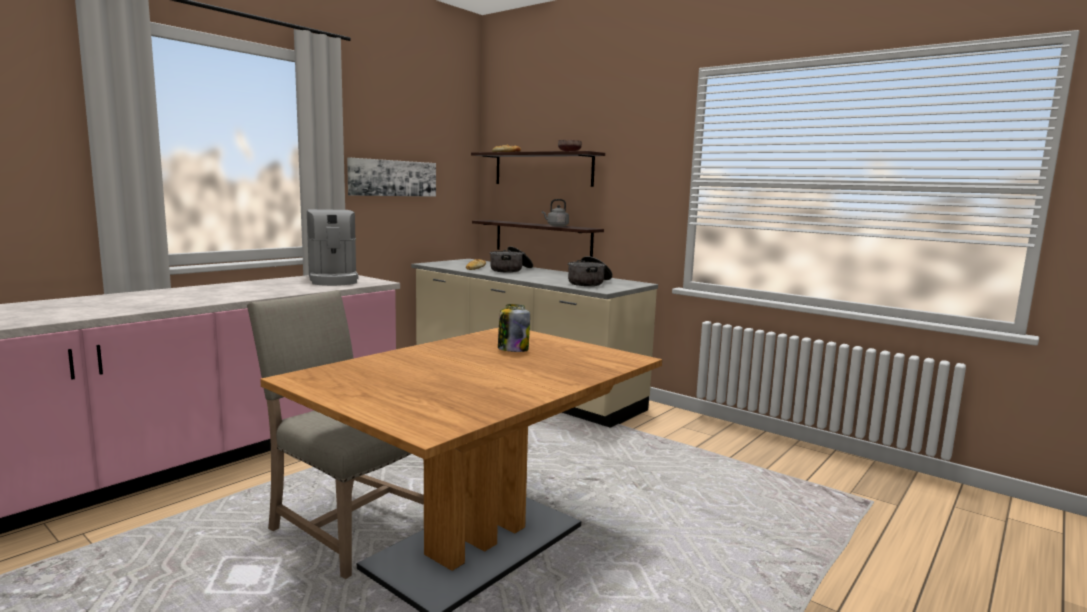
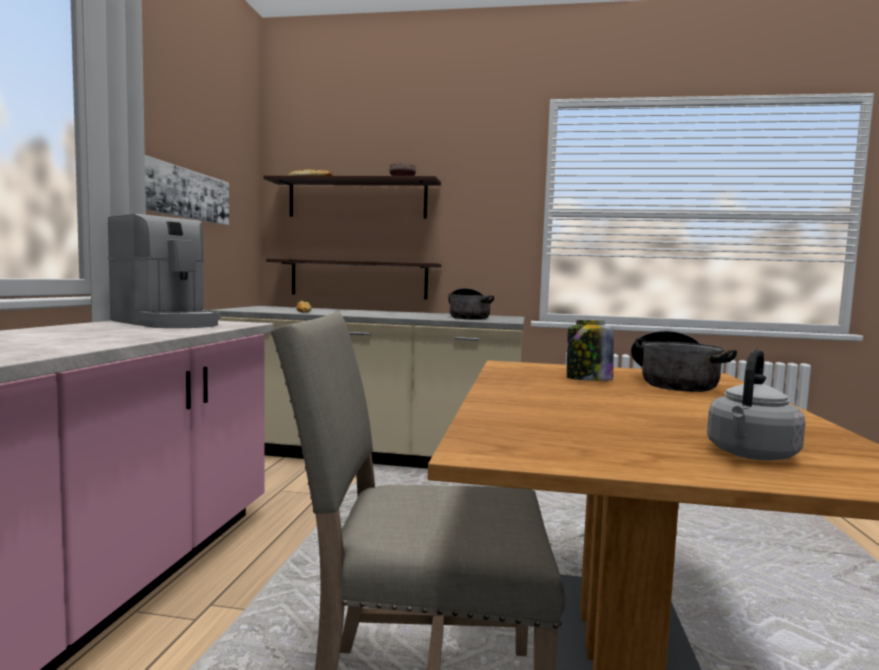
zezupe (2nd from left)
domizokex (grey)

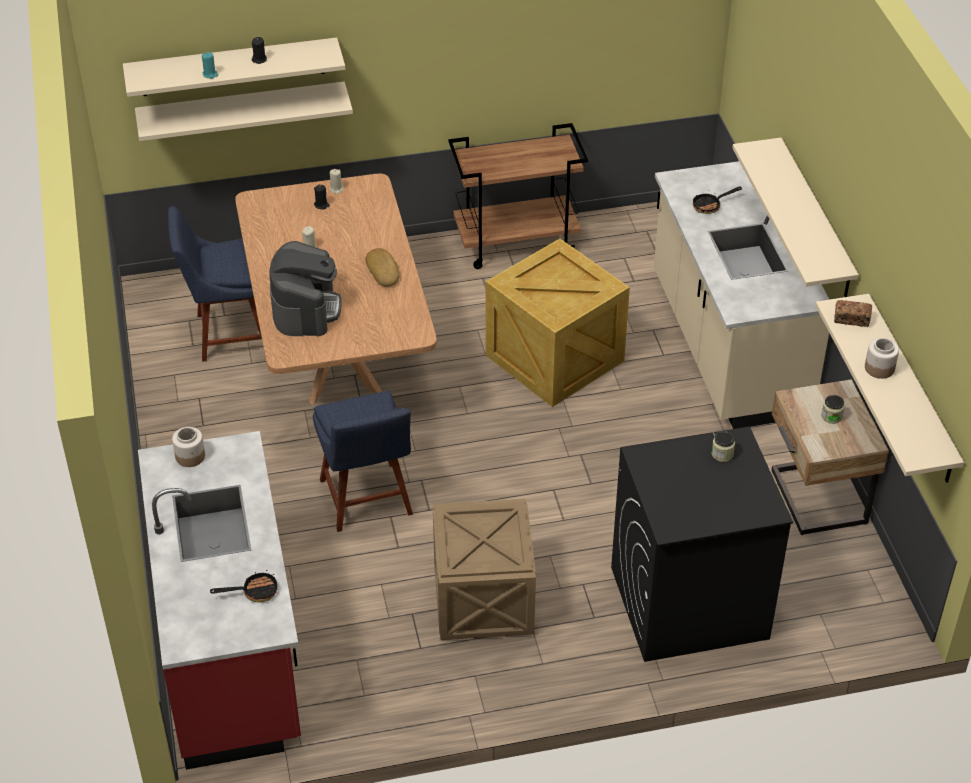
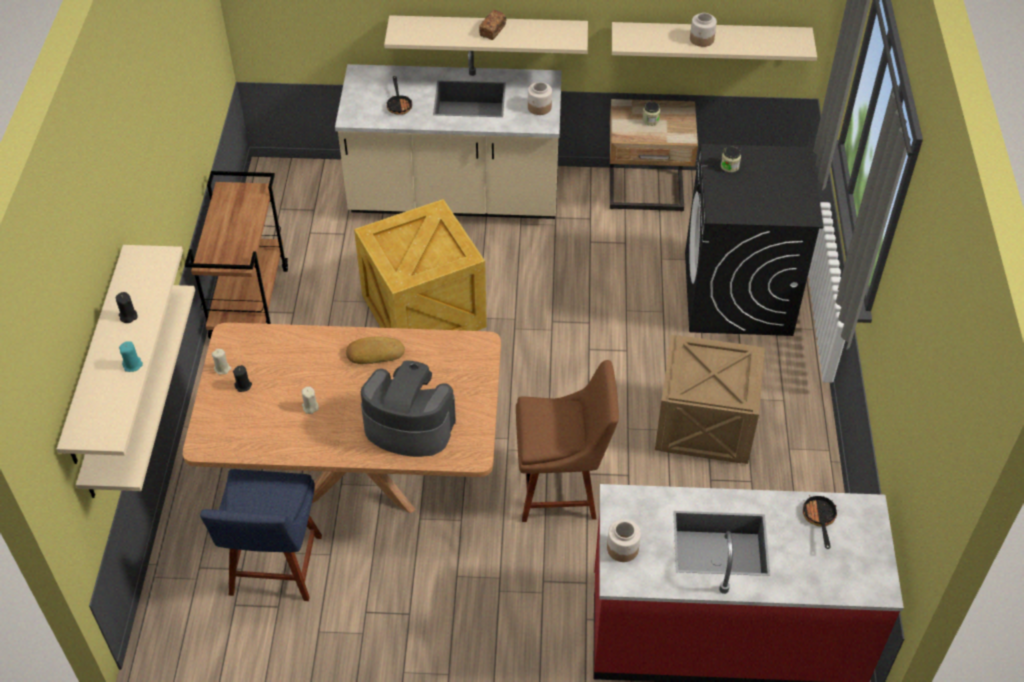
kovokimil (2nd from left)
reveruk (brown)
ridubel (1st from left)

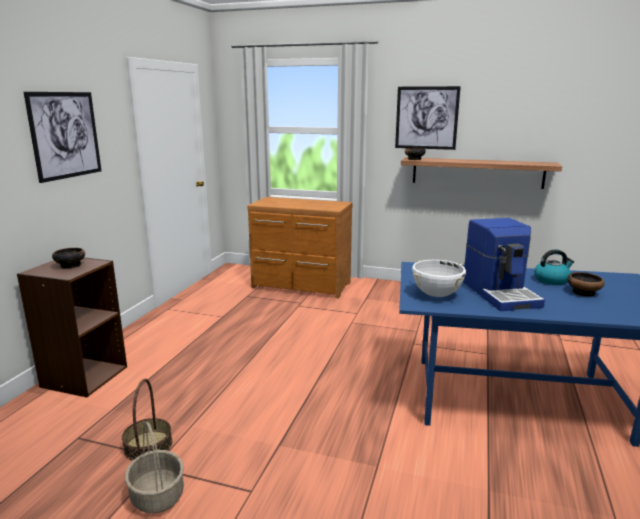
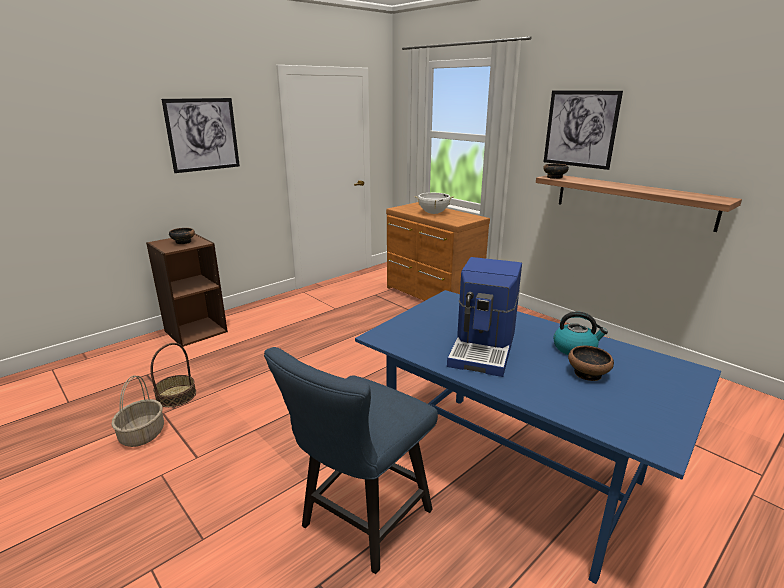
reveruk (blue)
zezupe (white)

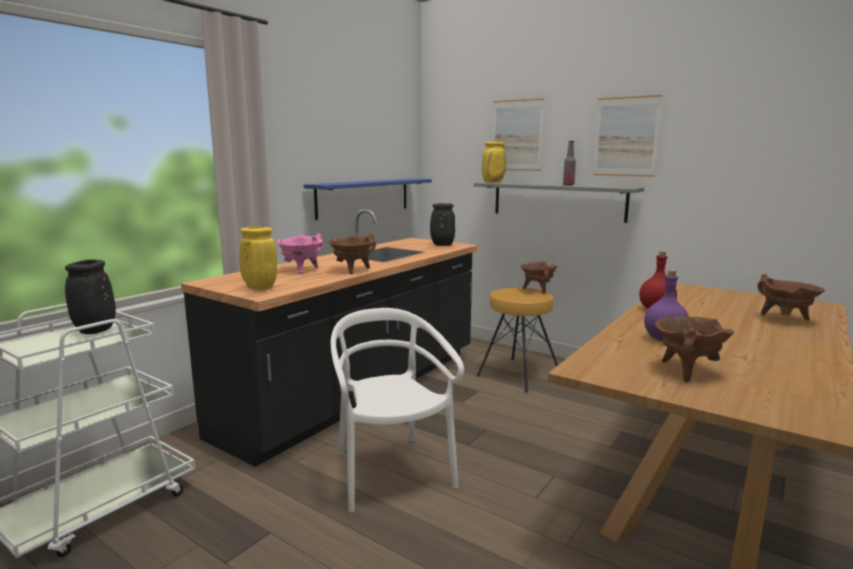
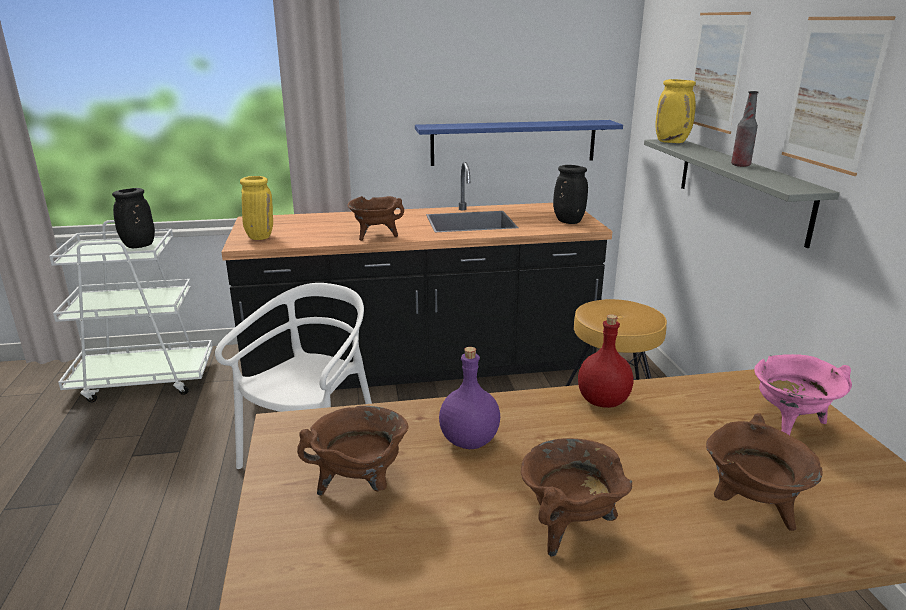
zezupe (brown) (3rd from left)
zezupe (pink)

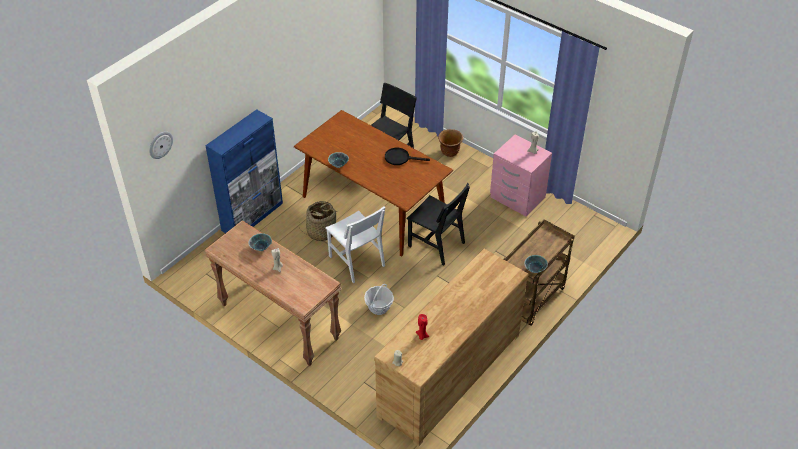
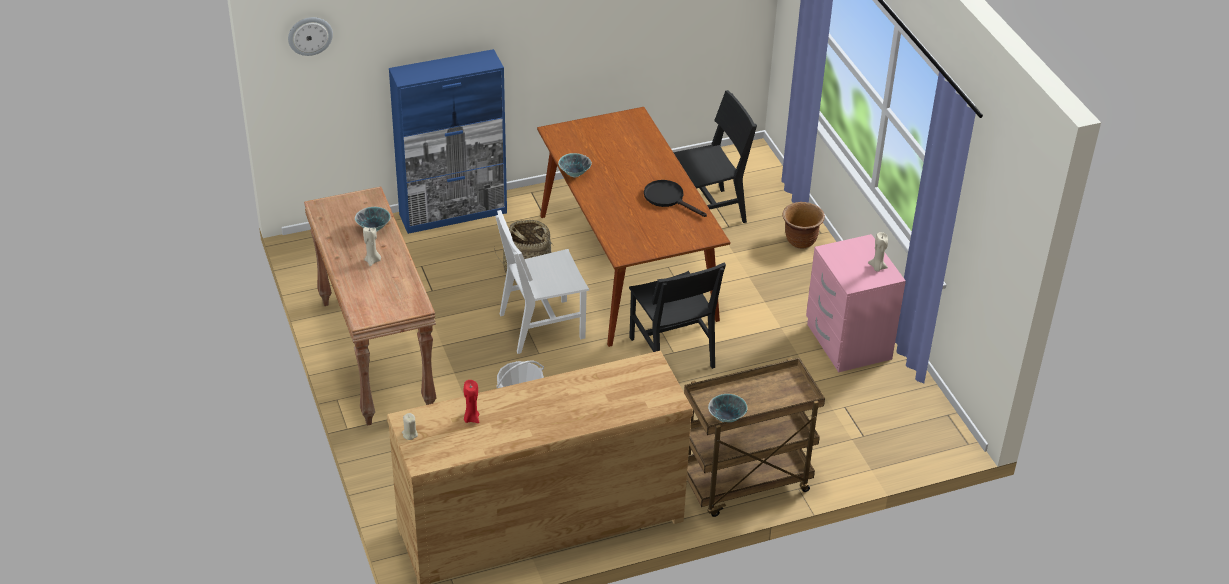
reveruk (white)

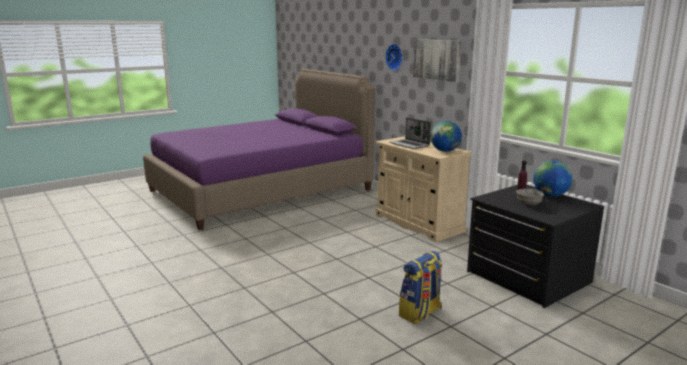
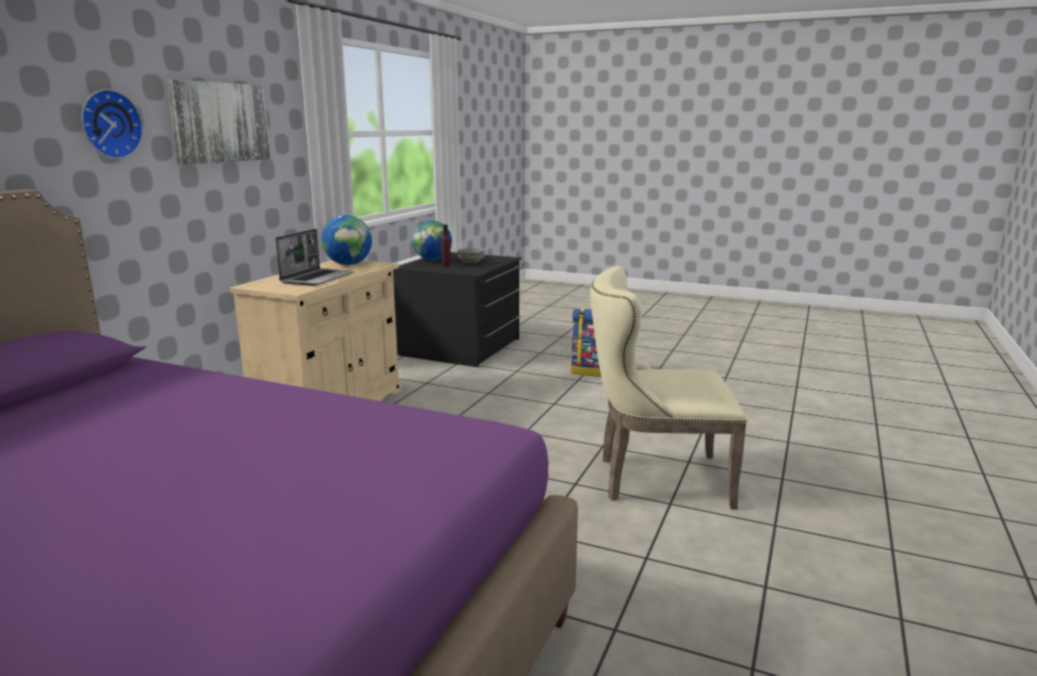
reveruk (beige)

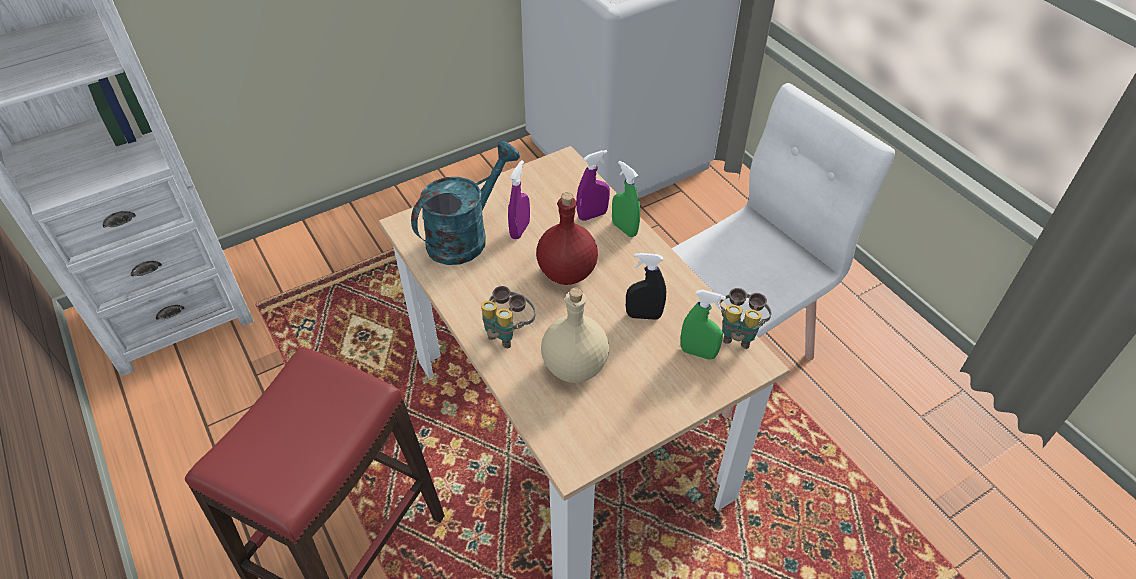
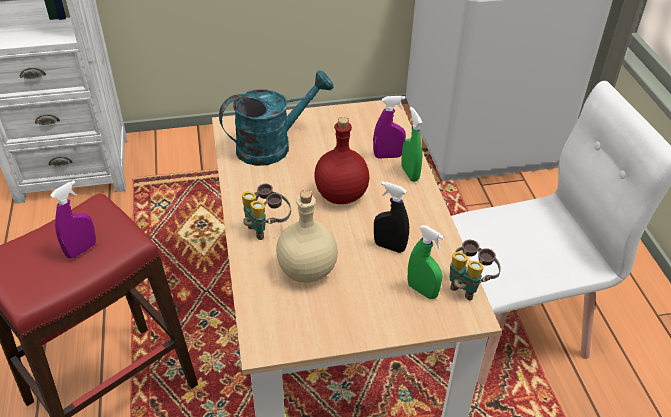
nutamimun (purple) (1st from left)

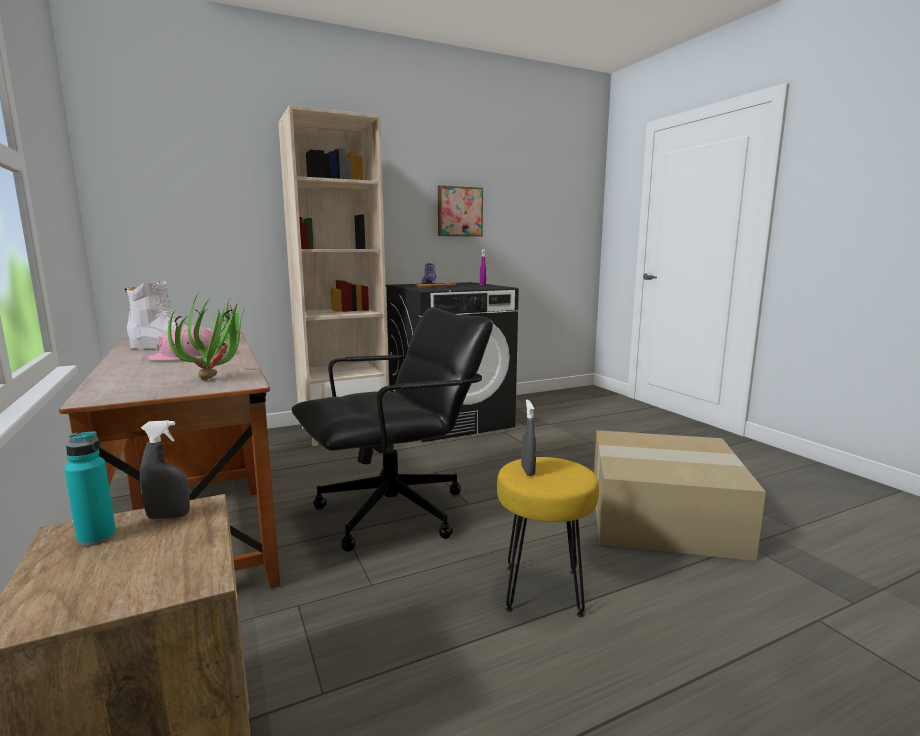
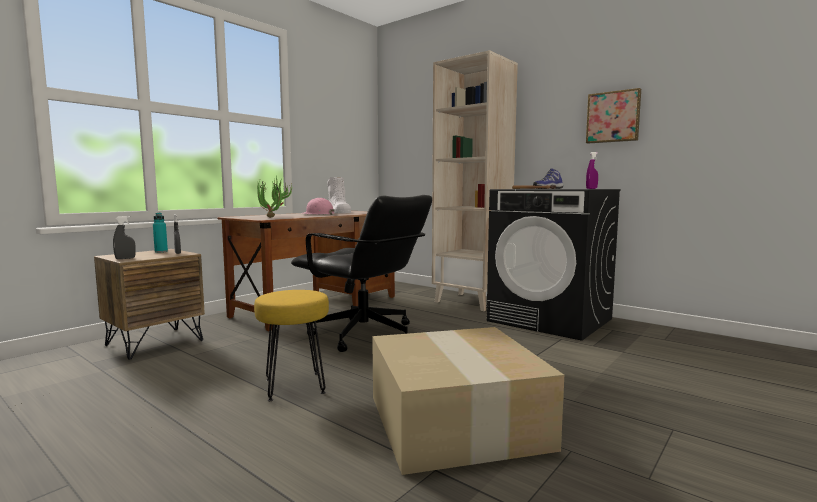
nutamimun (grey) (1st from left)

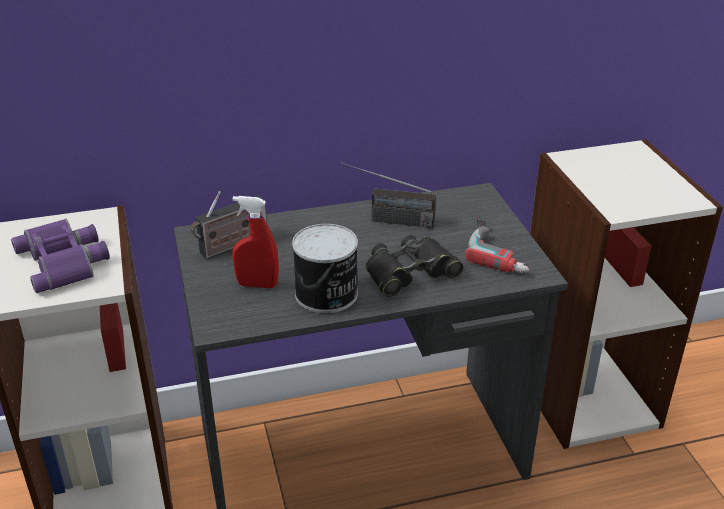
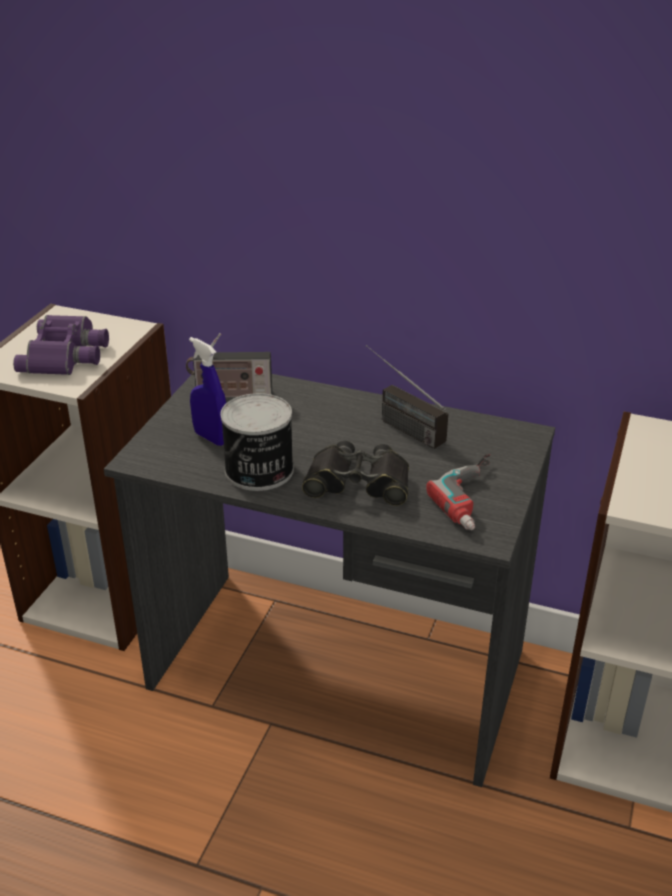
nutamimun (blue)

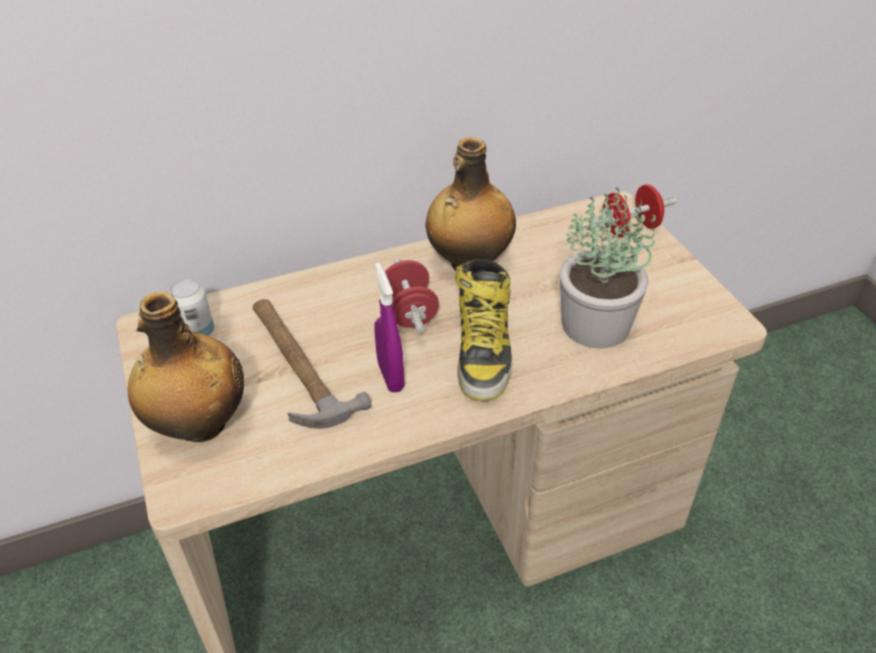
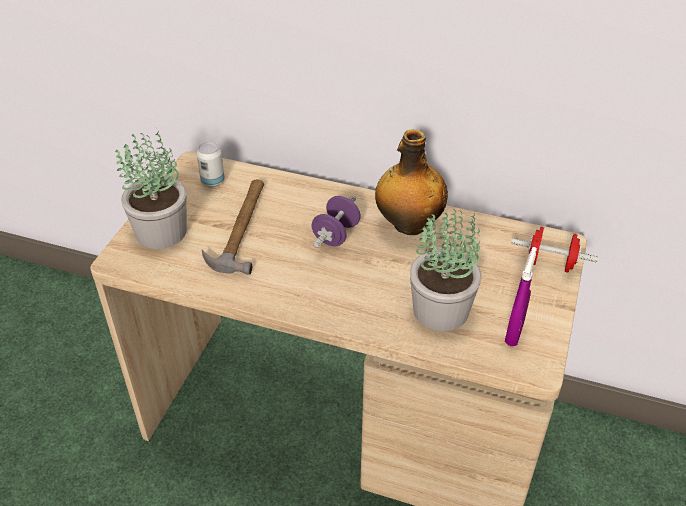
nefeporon (1st from left)
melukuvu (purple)
nutamimun (purple)
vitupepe

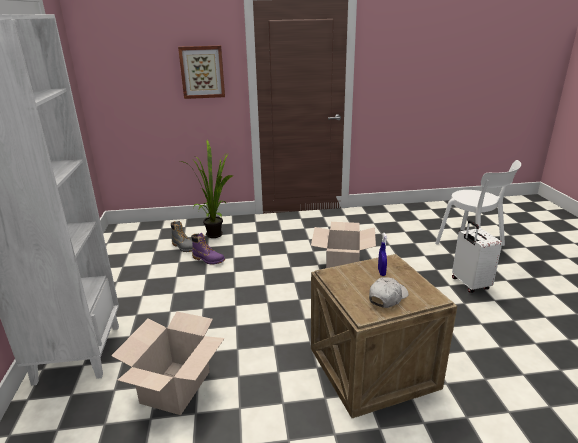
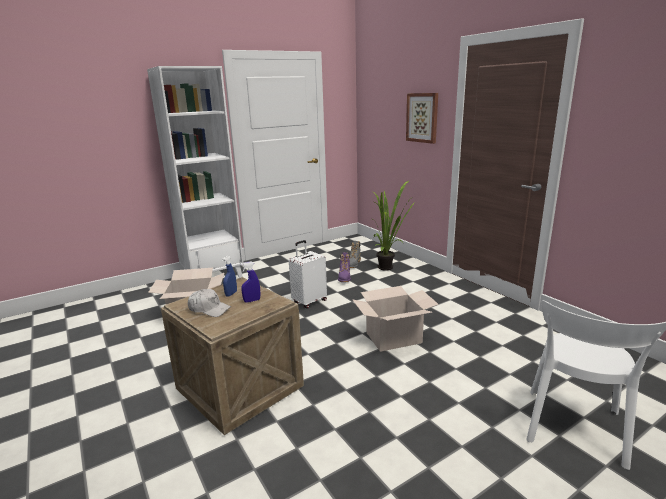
nutamimun (blue) (1st from left)
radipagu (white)

